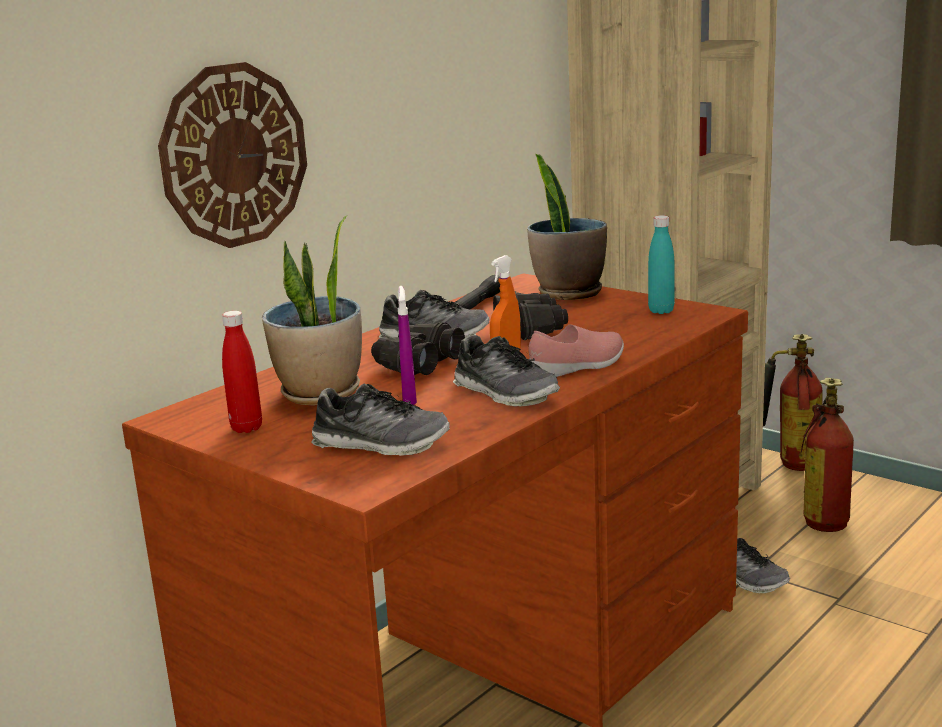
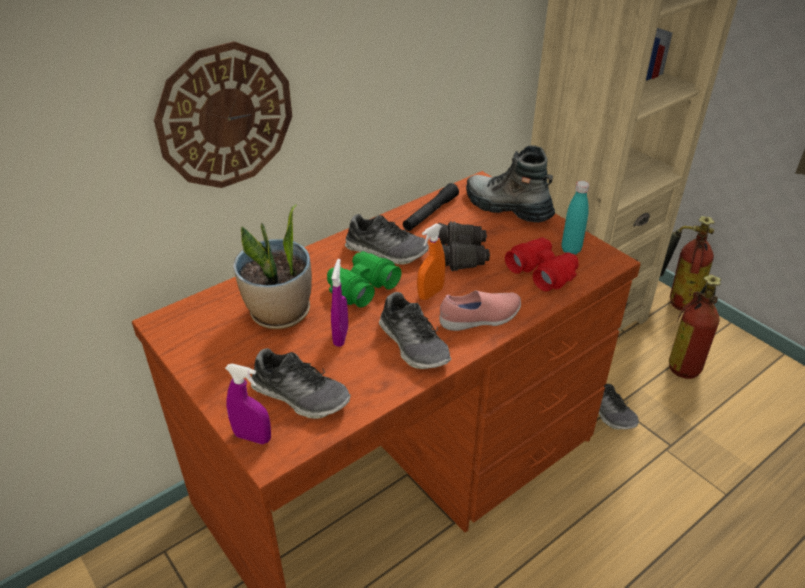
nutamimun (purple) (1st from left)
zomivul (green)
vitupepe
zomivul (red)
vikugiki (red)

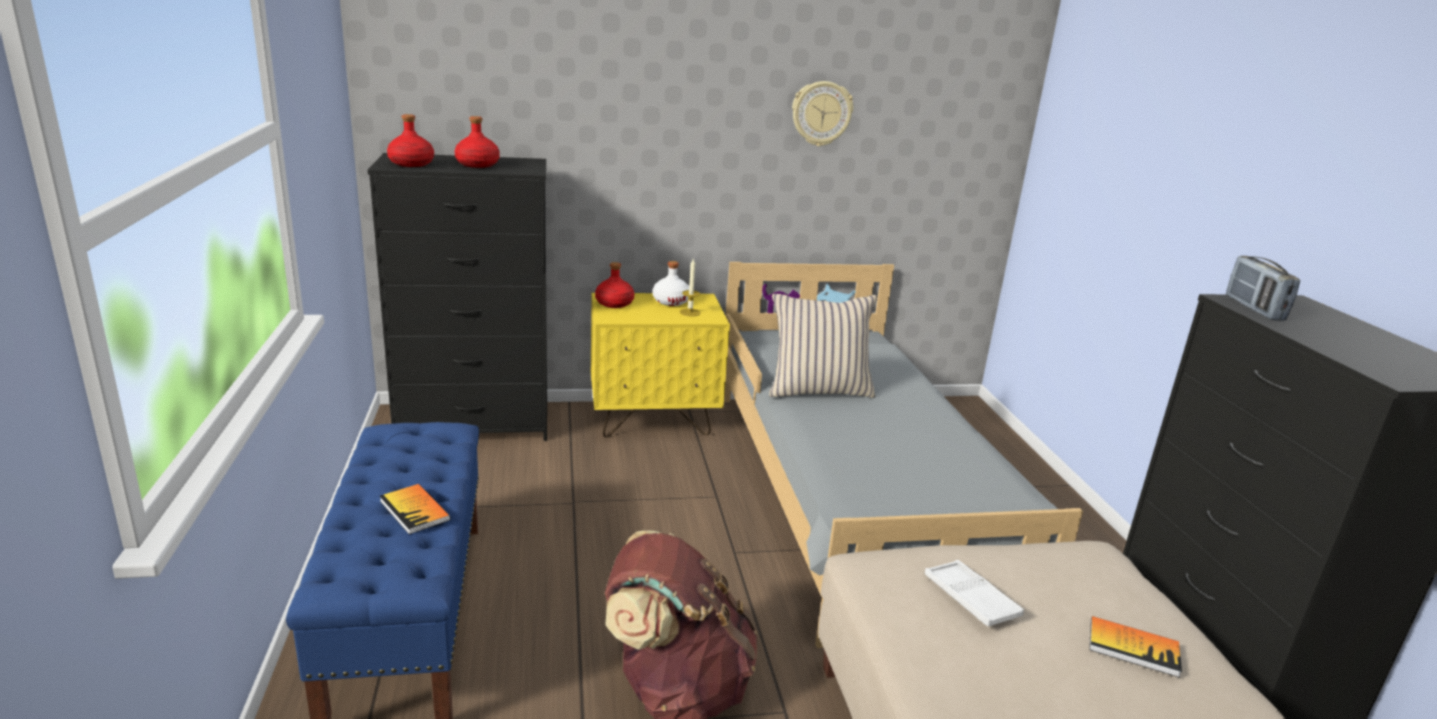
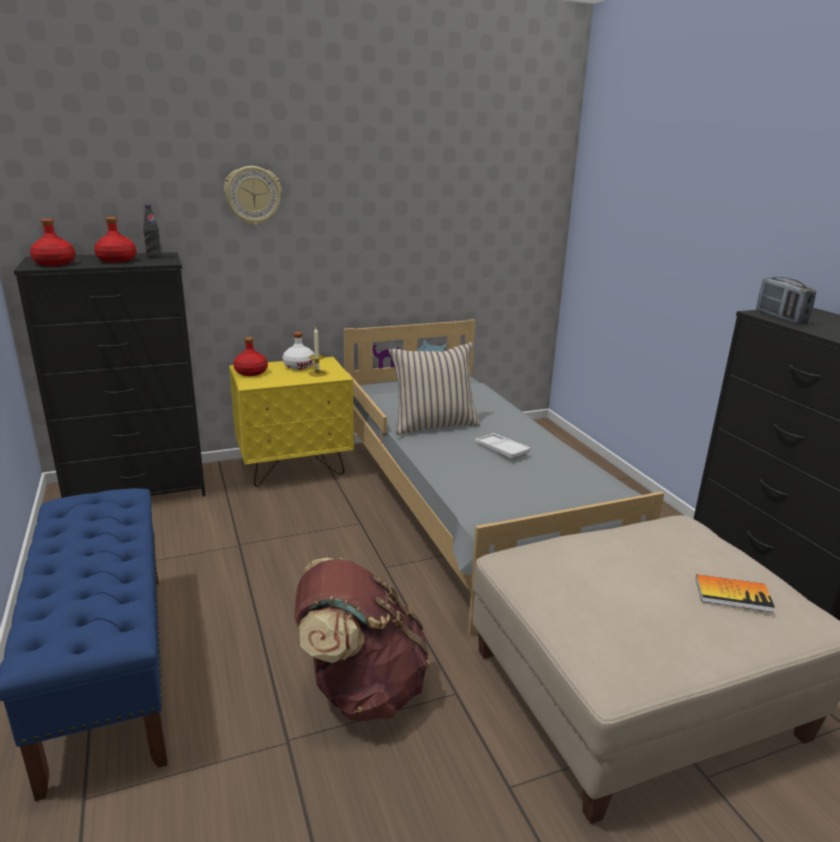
vikugiki (black)
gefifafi
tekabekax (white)
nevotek (1st from left in the first image)

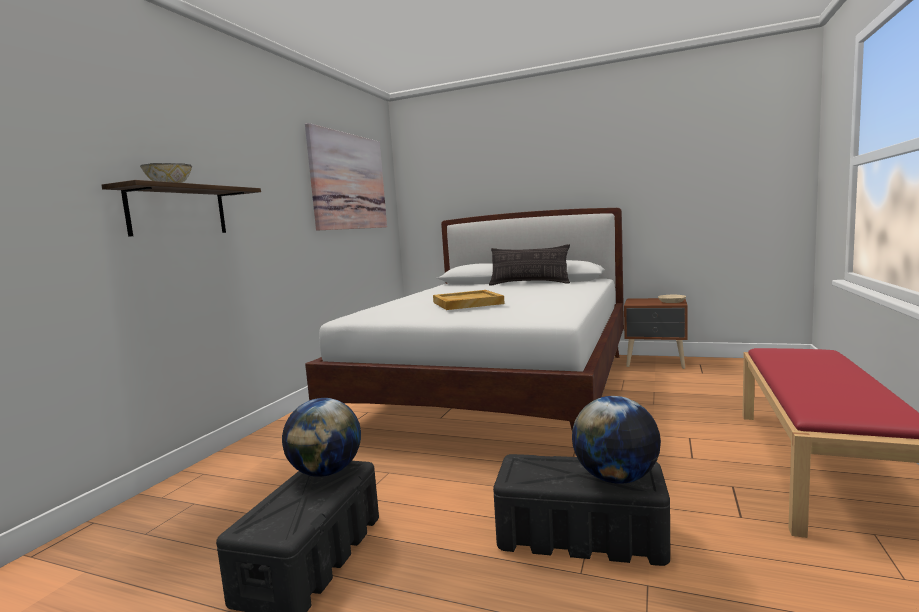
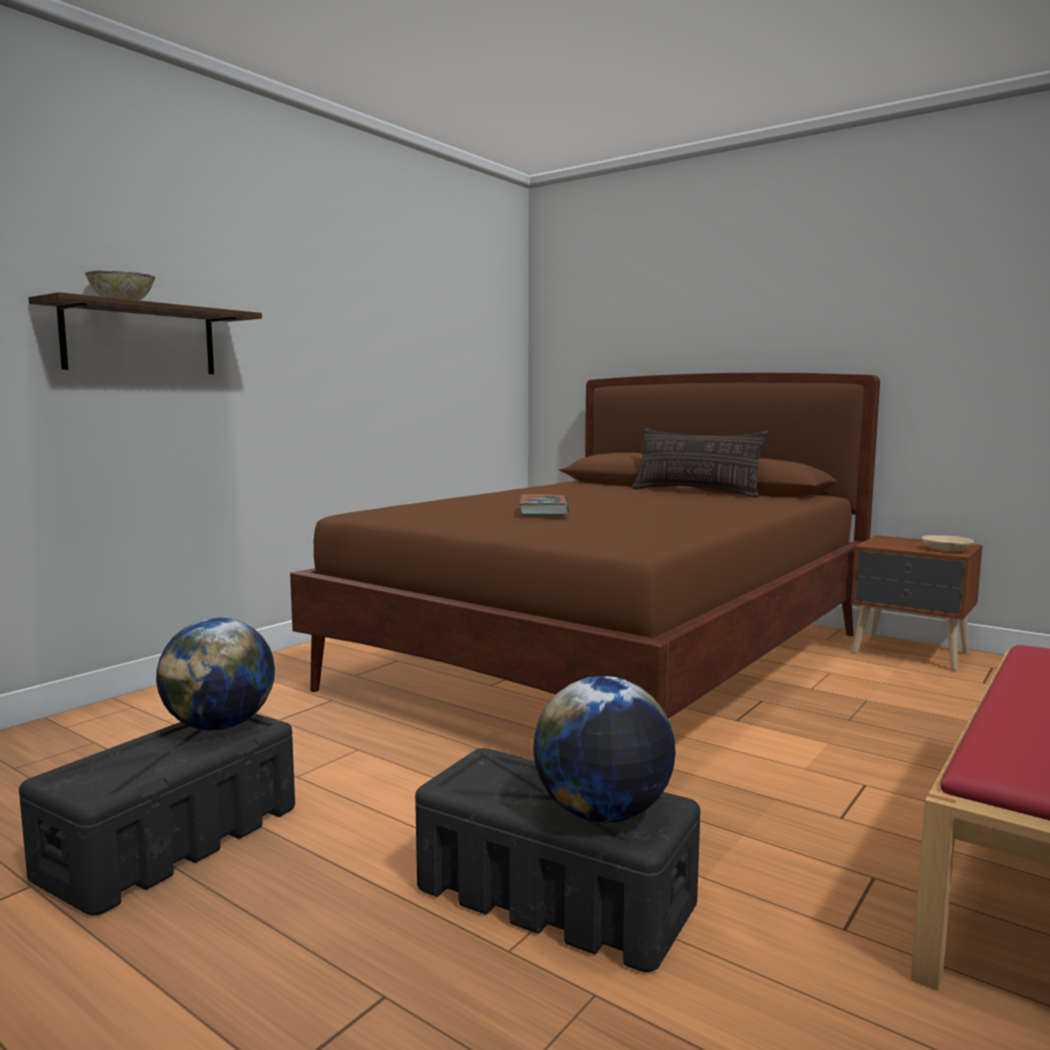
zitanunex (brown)
nevotek
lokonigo

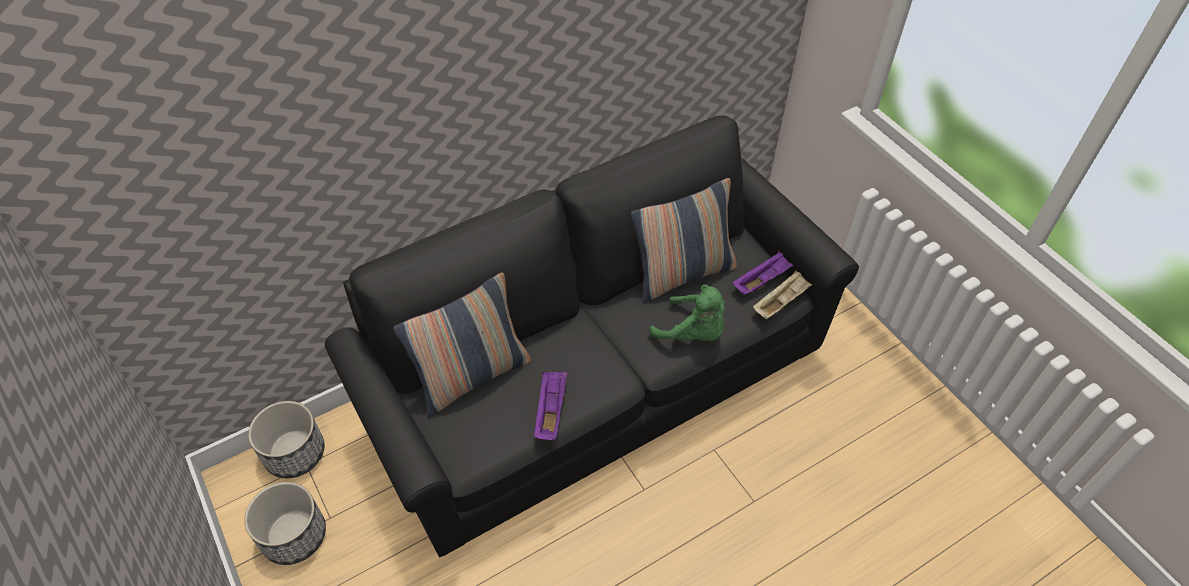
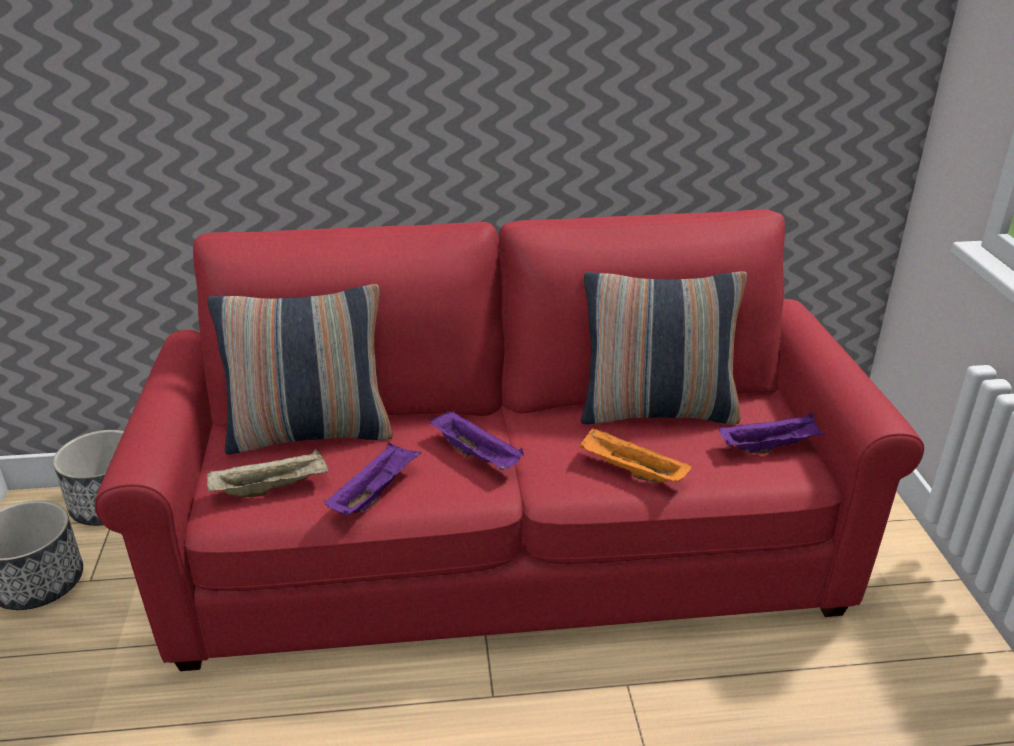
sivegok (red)
tekabekax (beige)
tekabekax (purple) (2nd from left)
tekabekax (orange)

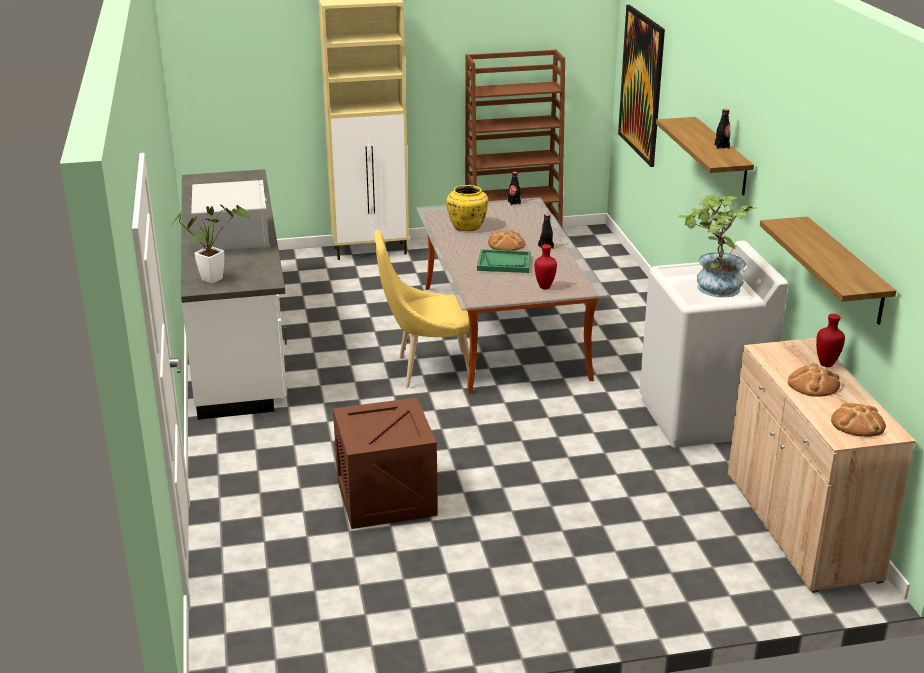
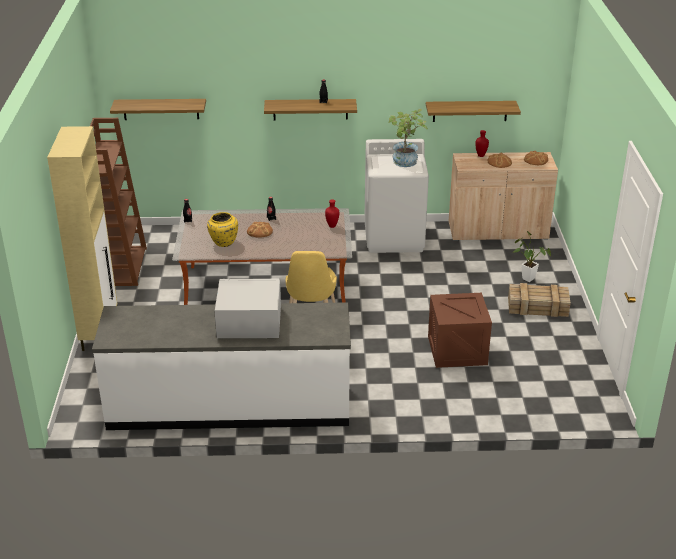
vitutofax (1st from left)
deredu (2nd from left)
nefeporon (2nd from left)
tekabekax (green)

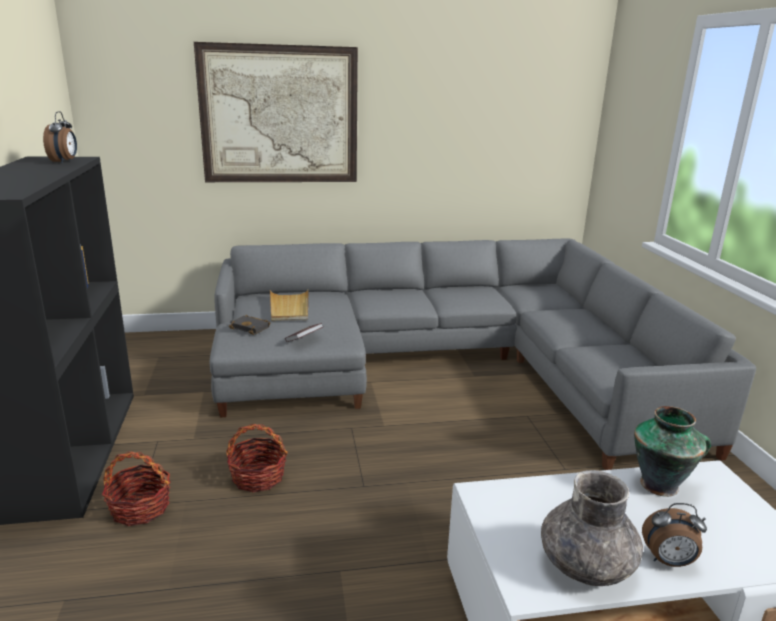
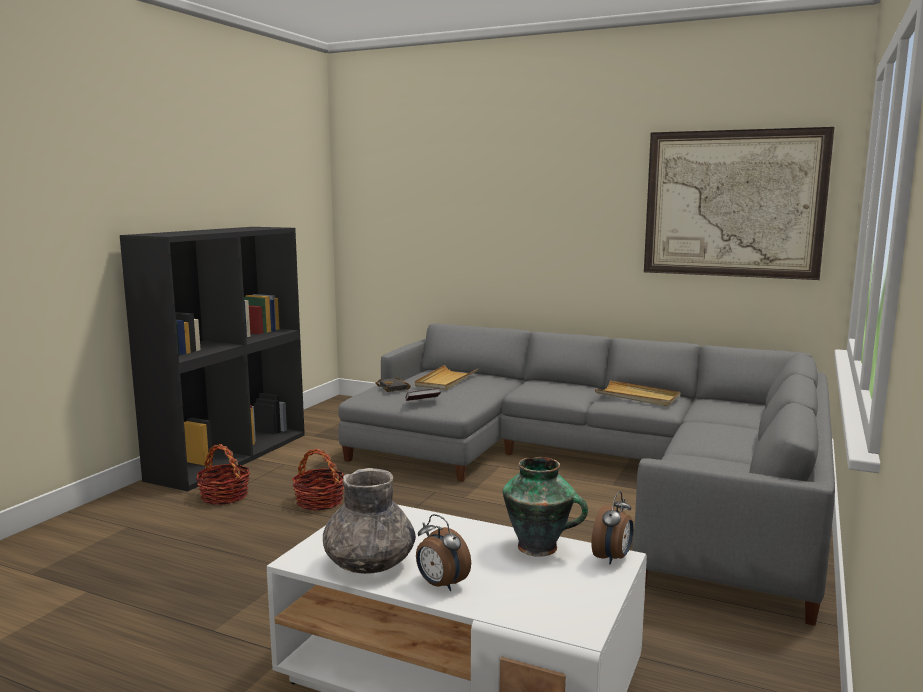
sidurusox (2nd from left)
tekabekax (beige) (2nd from left)
lokonigo

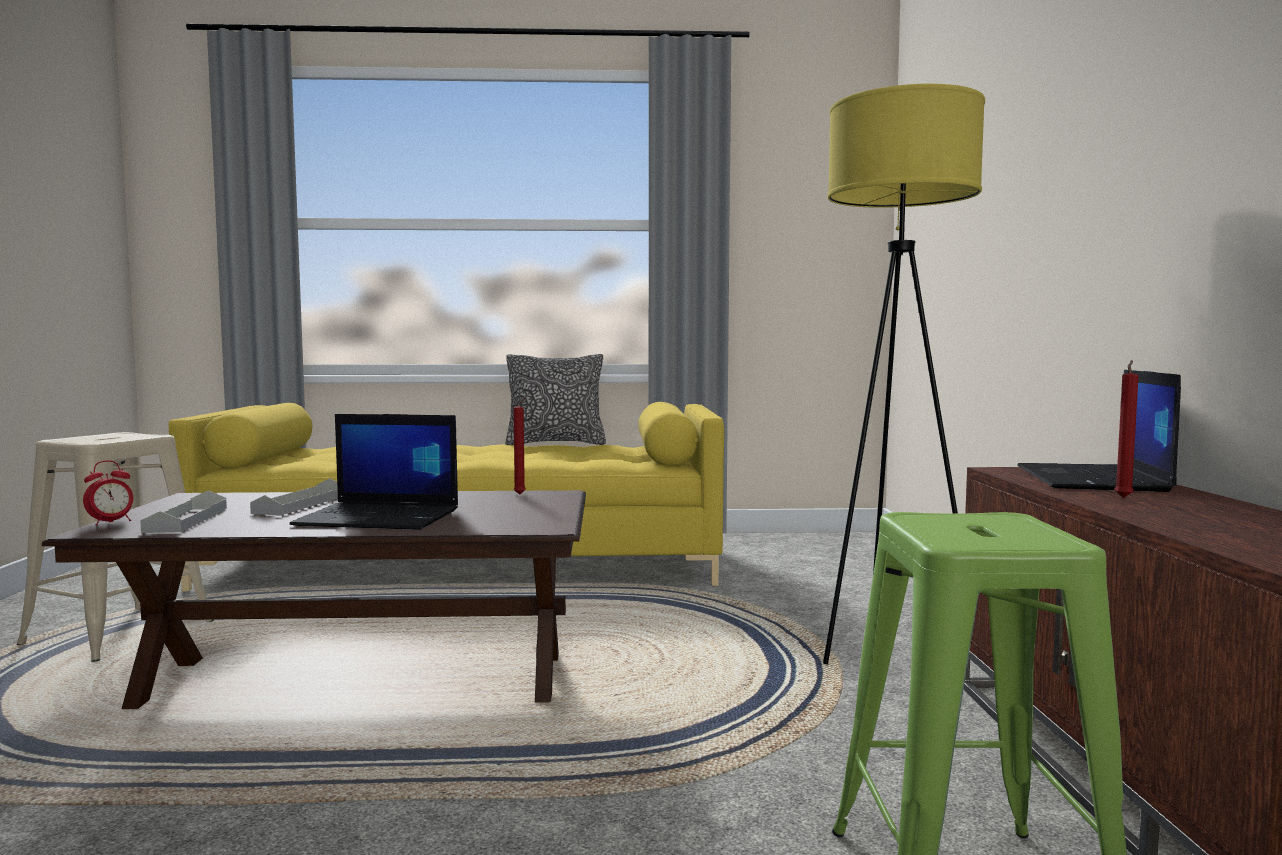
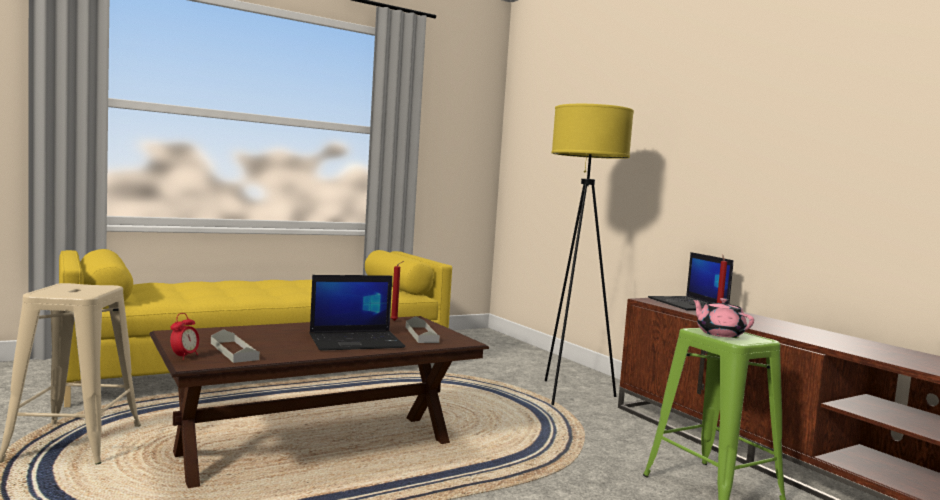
tekabekax (grey) (2nd from left)
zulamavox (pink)
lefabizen

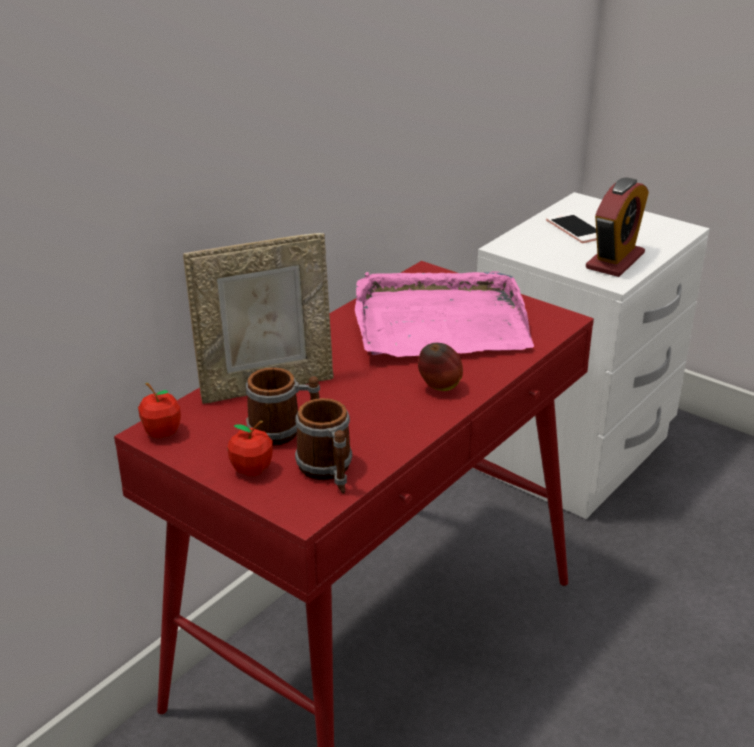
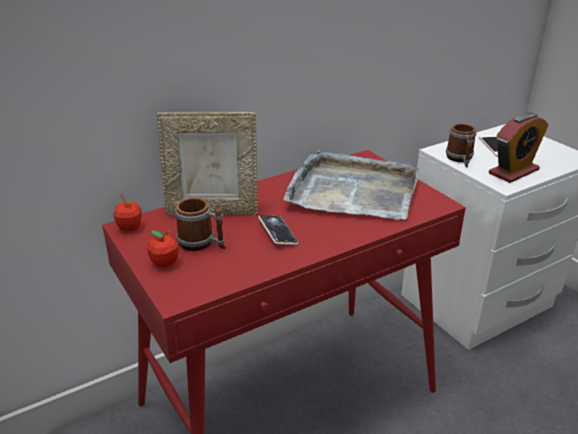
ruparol (1st from left)
tekabekax (grey)
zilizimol (2nd from left)
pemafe (3rd from left in the first image)

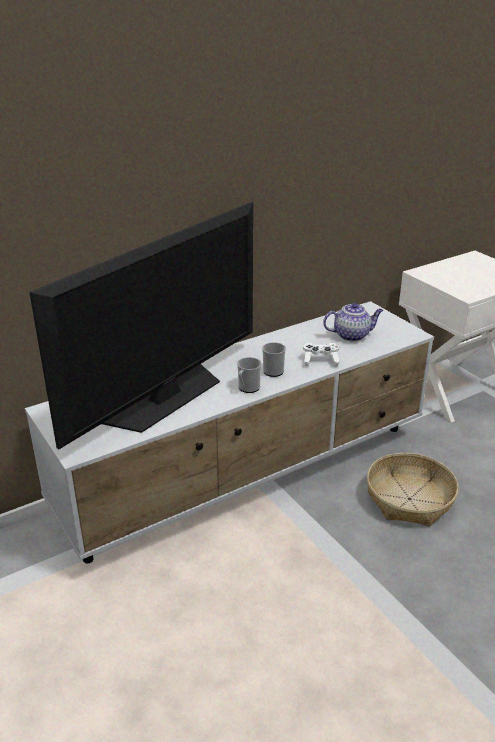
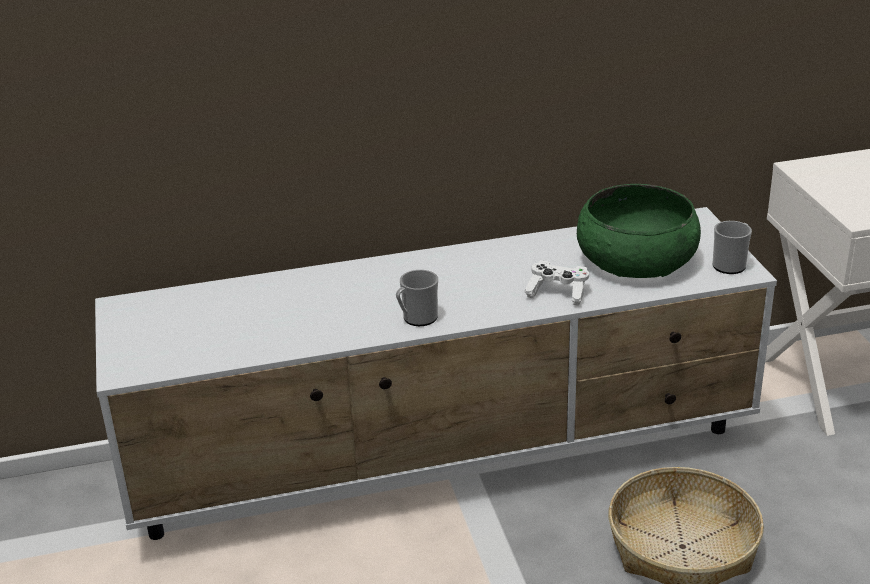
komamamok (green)
zilizimol (2nd from left)
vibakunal

